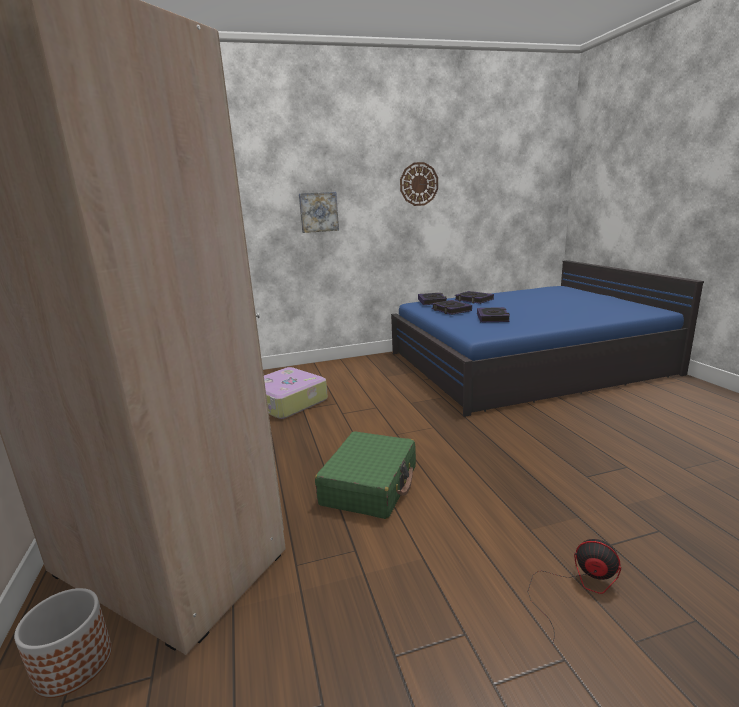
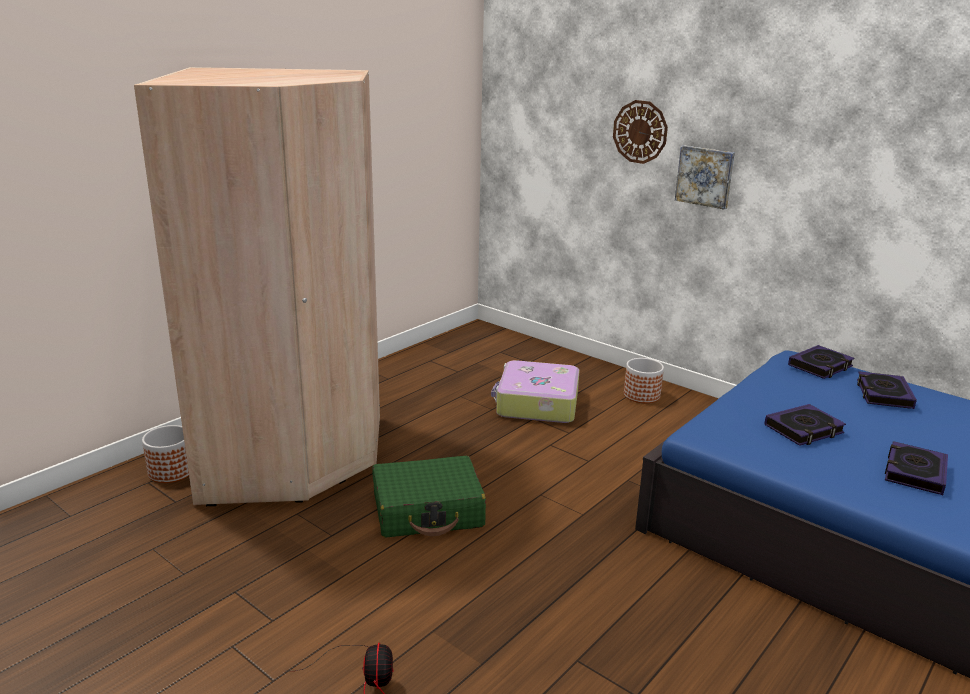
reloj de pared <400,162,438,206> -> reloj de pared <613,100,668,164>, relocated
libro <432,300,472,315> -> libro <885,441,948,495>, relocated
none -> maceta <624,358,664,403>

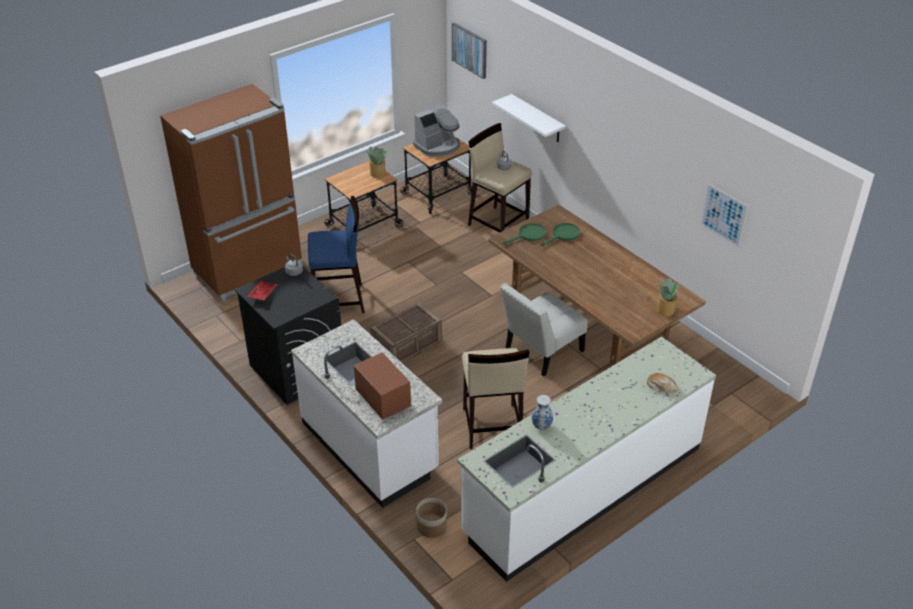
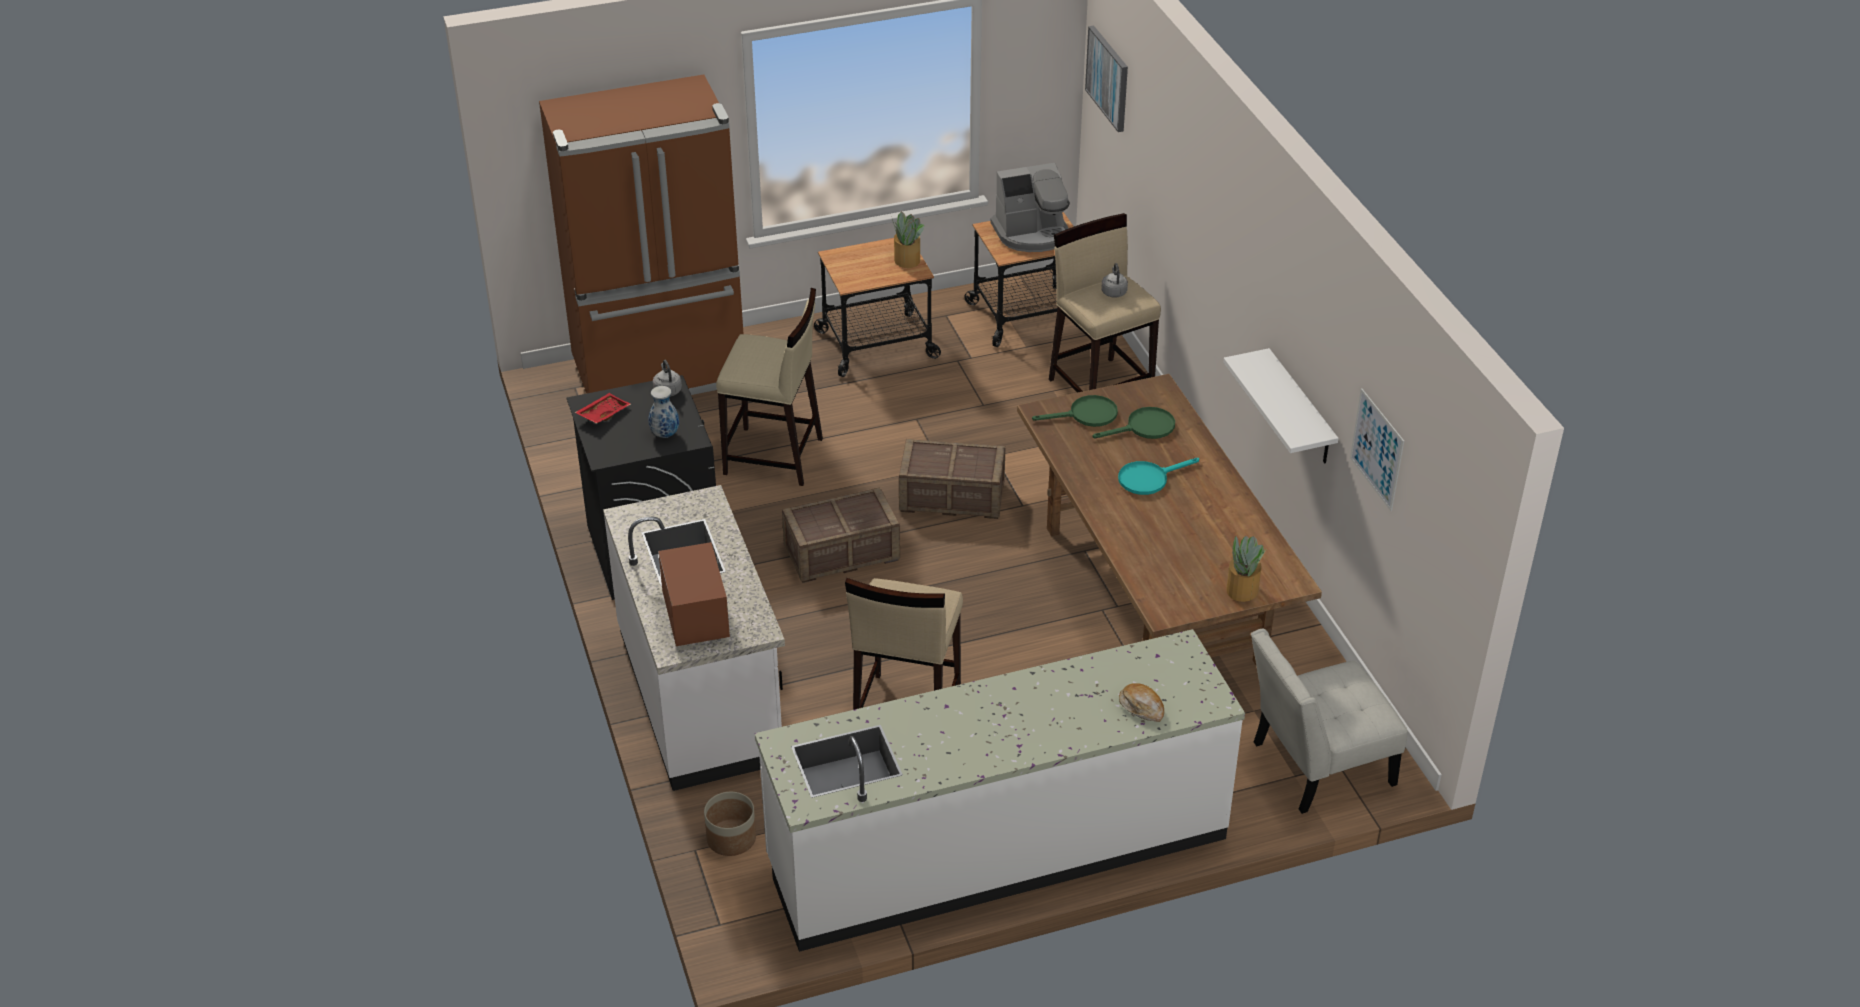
estante (blanco) <492,94,566,142> -> estante (blanco) <1223,348,1339,463>, relocated
taburete (azul) <308,196,365,313> -> taburete (beis) <716,288,823,486>
silla (blanco) <500,283,588,377> -> silla (blanco) <1251,629,1408,814>, relocated
florero <532,395,553,430> -> florero <648,386,679,438>, relocated
none -> caja de embalaje <899,439,1005,519>
none -> sartén (turquesa) <1118,458,1199,495>

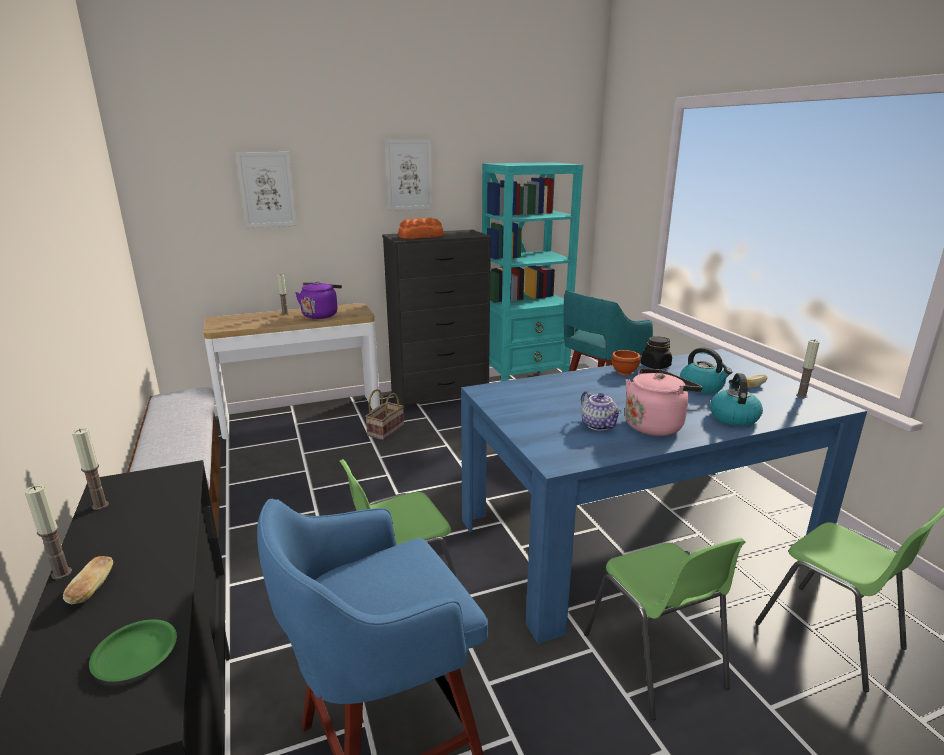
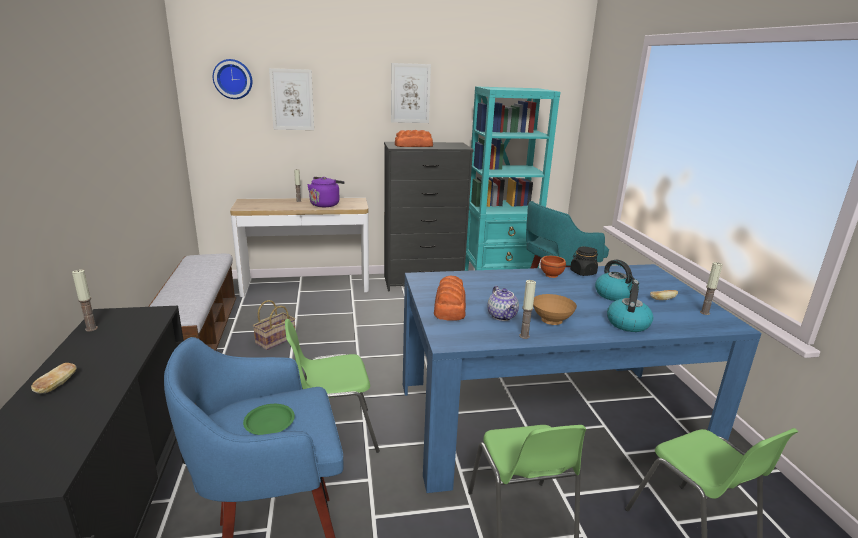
hervidor (rosa) <625,368,702,436> -> cuenco (marrón) <533,294,577,325>
cesta <365,389,404,440> -> cesta <253,300,295,350>, relocated
vela <25,485,72,579> -> vela <519,280,536,339>, relocated
plato (verde) <89,619,177,682> -> plato (verde) <243,404,295,435>, relocated
none -> reloj de pared <213,59,252,99>
none -> pan <434,275,466,320>

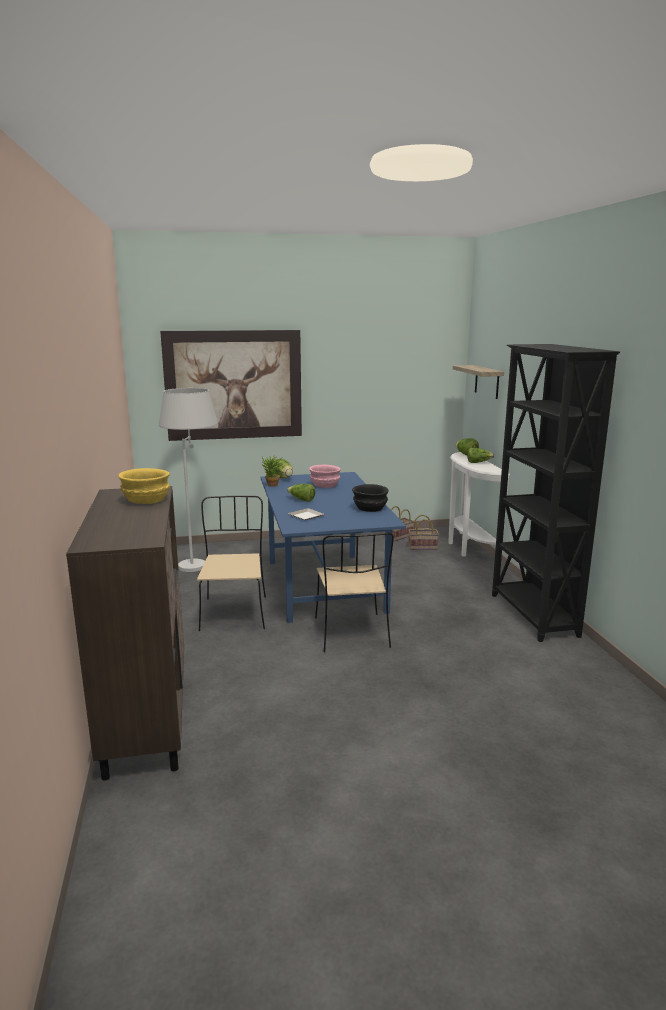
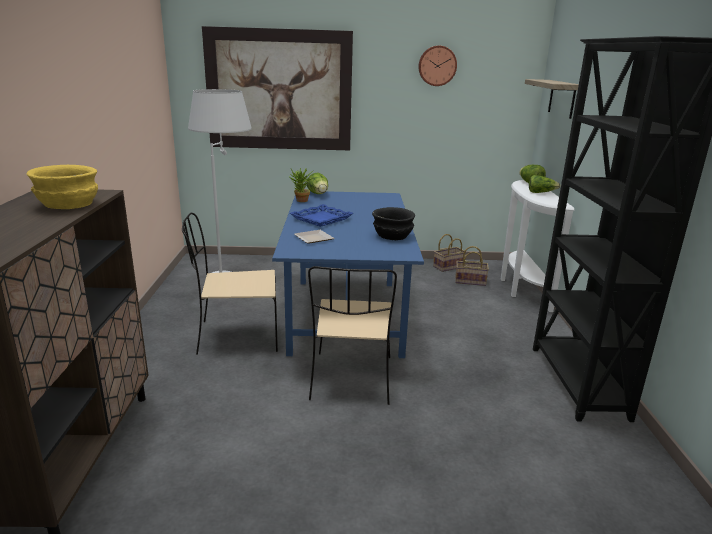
cuenco (rosa) <309,465,341,488> -> none
lechuga <287,484,315,502> -> bandeja (azul) <290,204,353,227>
silla (beis) <197,496,266,631> -> silla (beis) <182,213,278,355>, 105 degrees counterclockwise
none -> reloj de pared <418,46,457,86>

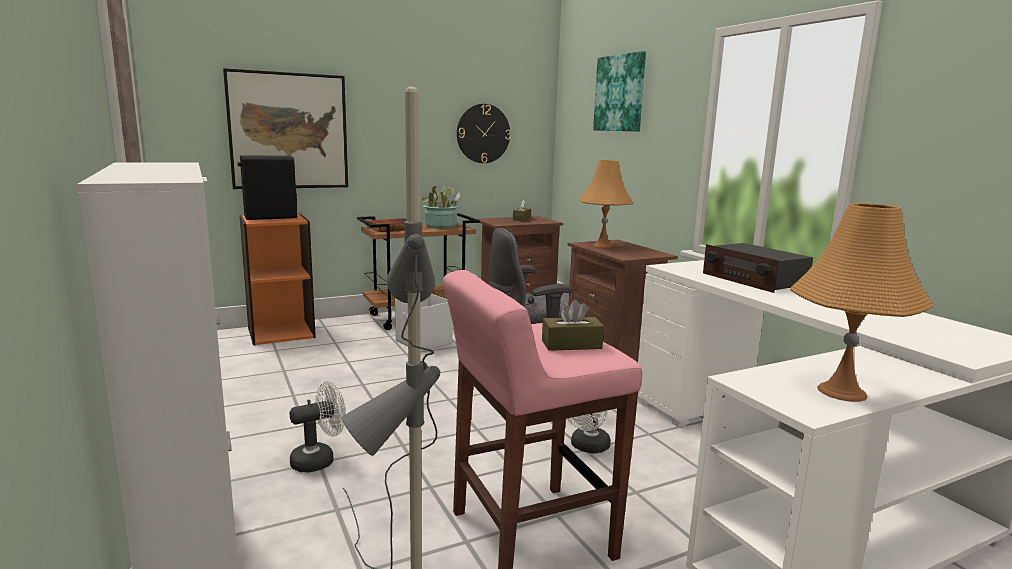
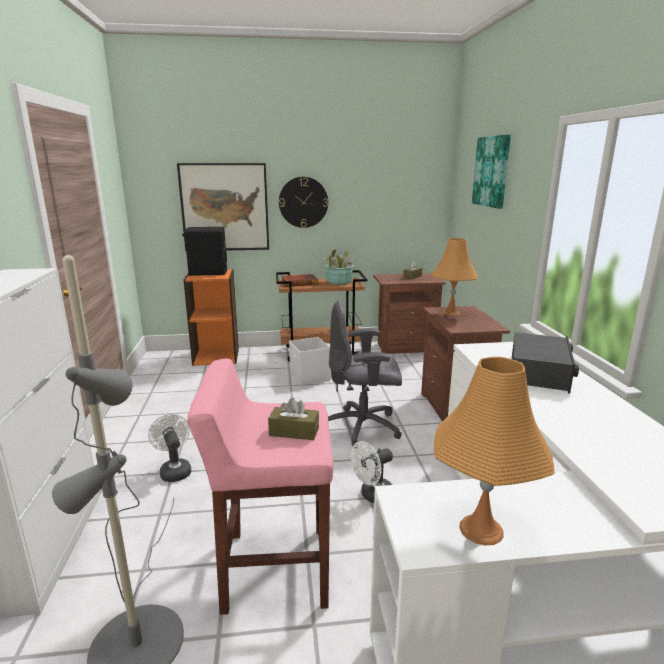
reloj de pared <457,104,511,163> -> reloj de pared <279,177,328,228>, relocated
radio <703,243,813,293> -> radio <512,332,579,394>, 150 degrees counterclockwise
ventilador (blanco) <290,381,346,472> -> ventilador (blanco) <148,414,191,482>, 105 degrees counterclockwise

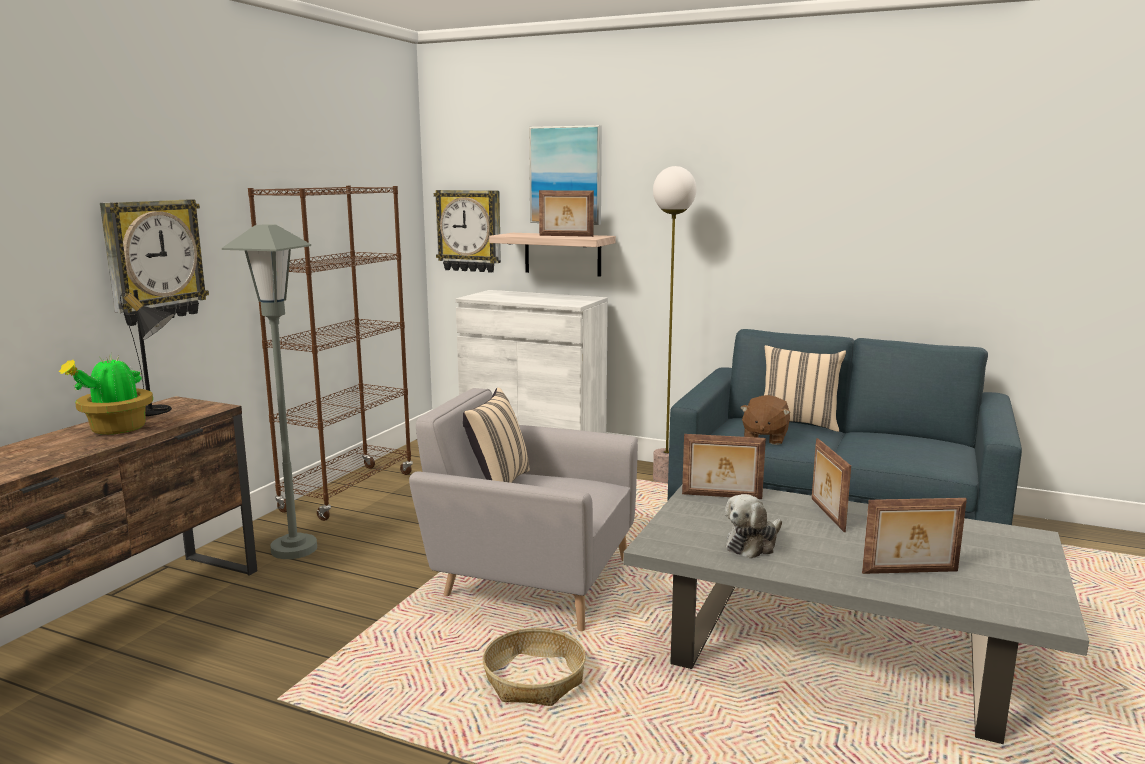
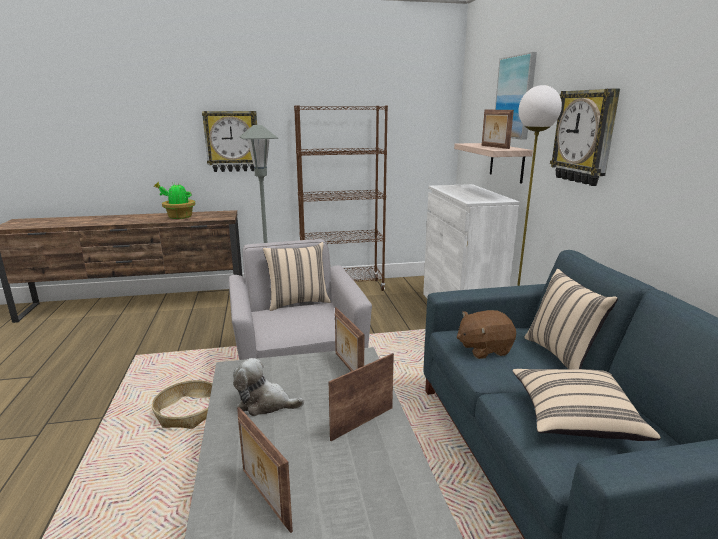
reloj de pared <434,190,501,273> -> reloj de pared <550,88,620,186>, relocated
lámpara de mesa (negro) <120,290,174,416> -> none
none -> cojín (beis) <512,369,661,441>

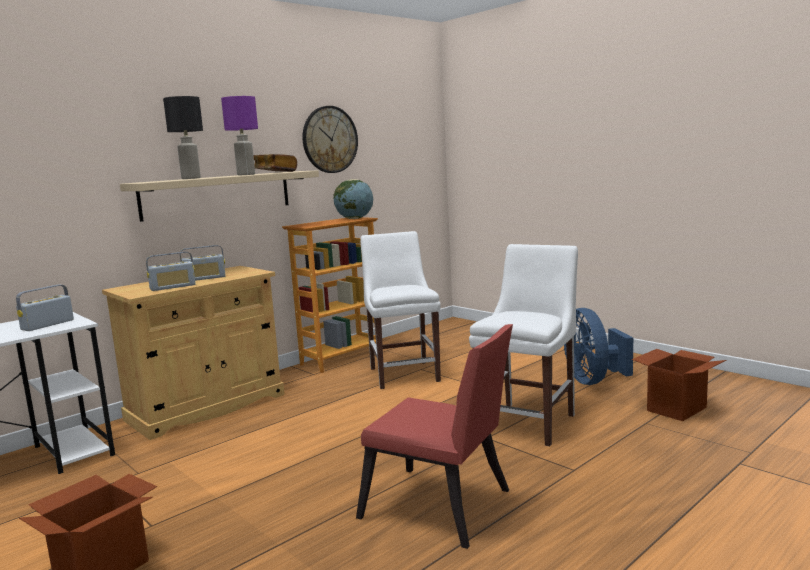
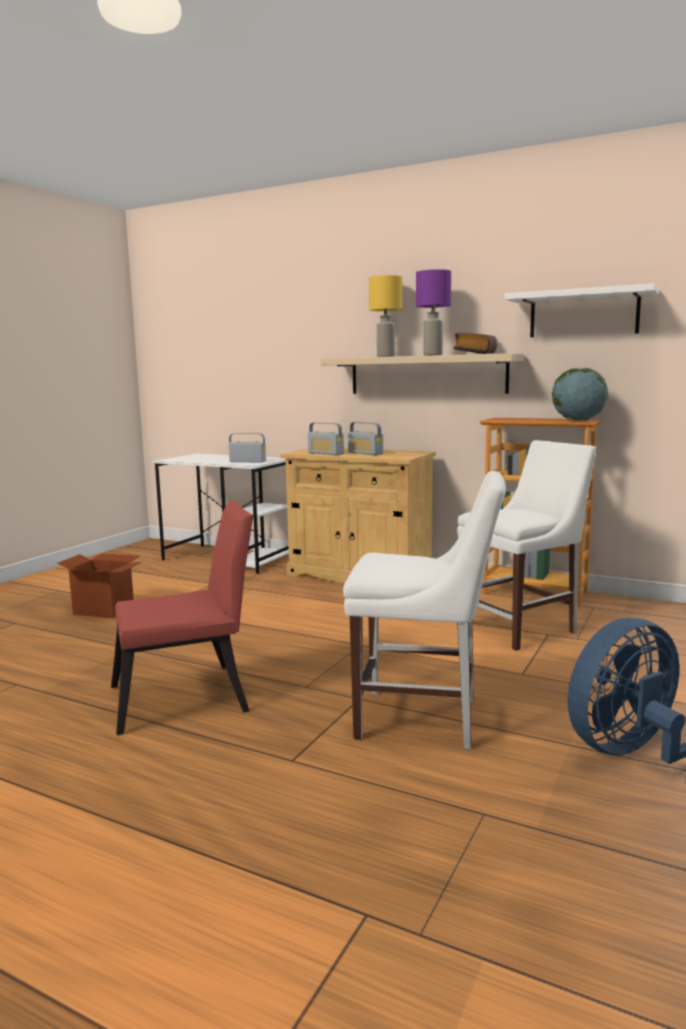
lámpara de mesa (negro) <163,96,203,179> -> lámpara de mesa (amarillo) <369,275,402,357>
reloj de pared <303,106,358,173> -> estante (blanco) <505,283,659,337>
silla (rojo) <356,324,513,549> -> silla (rojo) <111,501,253,735>, 120 degrees counterclockwise
caja de cartón <632,349,726,421> -> none

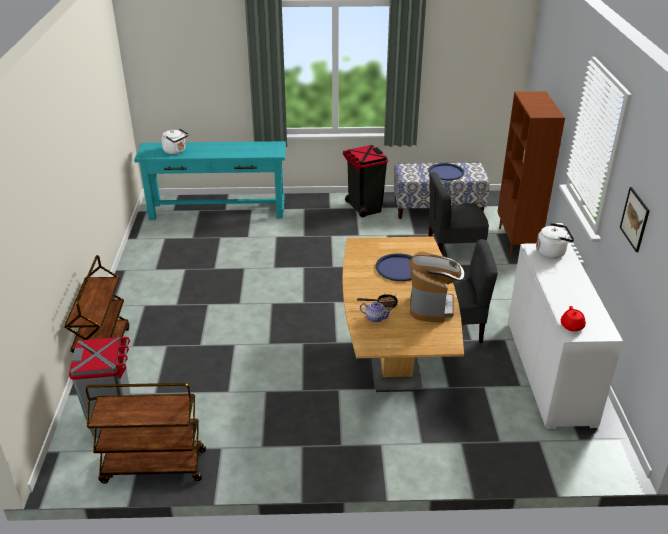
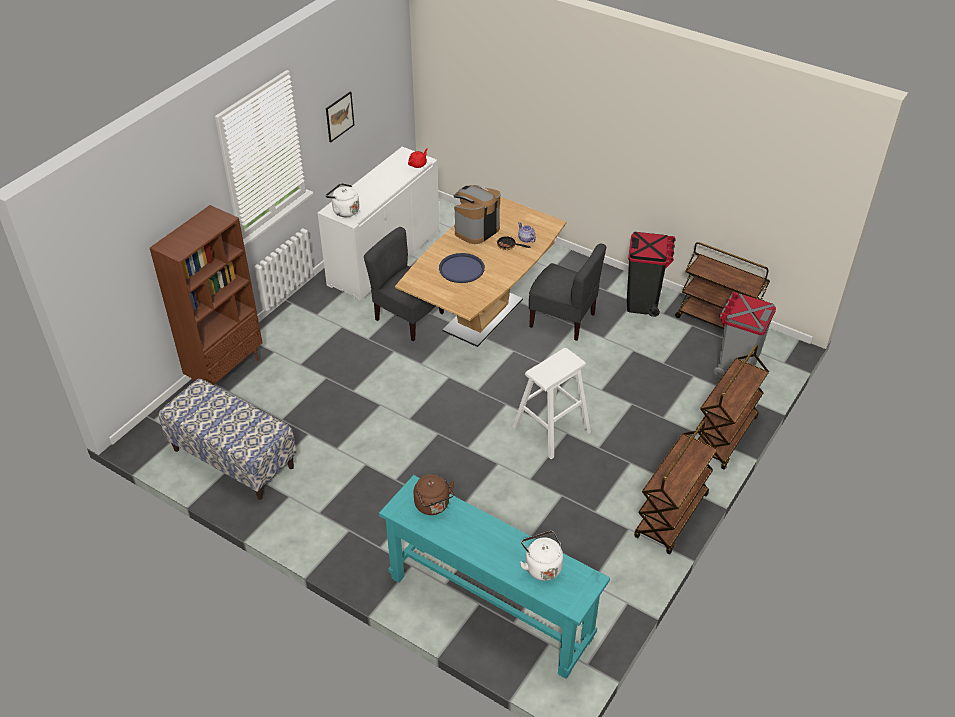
papelera (negro) <342,145,388,217> -> papelera (negro) <627,232,675,317>, relocated
bandeja (azul) <428,163,465,180> -> none
silla (gris) <428,172,489,254> -> silla (gris) <529,243,606,341>, relocated
none -> taburete (blanco) <512,348,591,459>
none -> carrito (marrón) <634,421,718,554>
none -> hervidor (marrón) <414,474,455,515>

